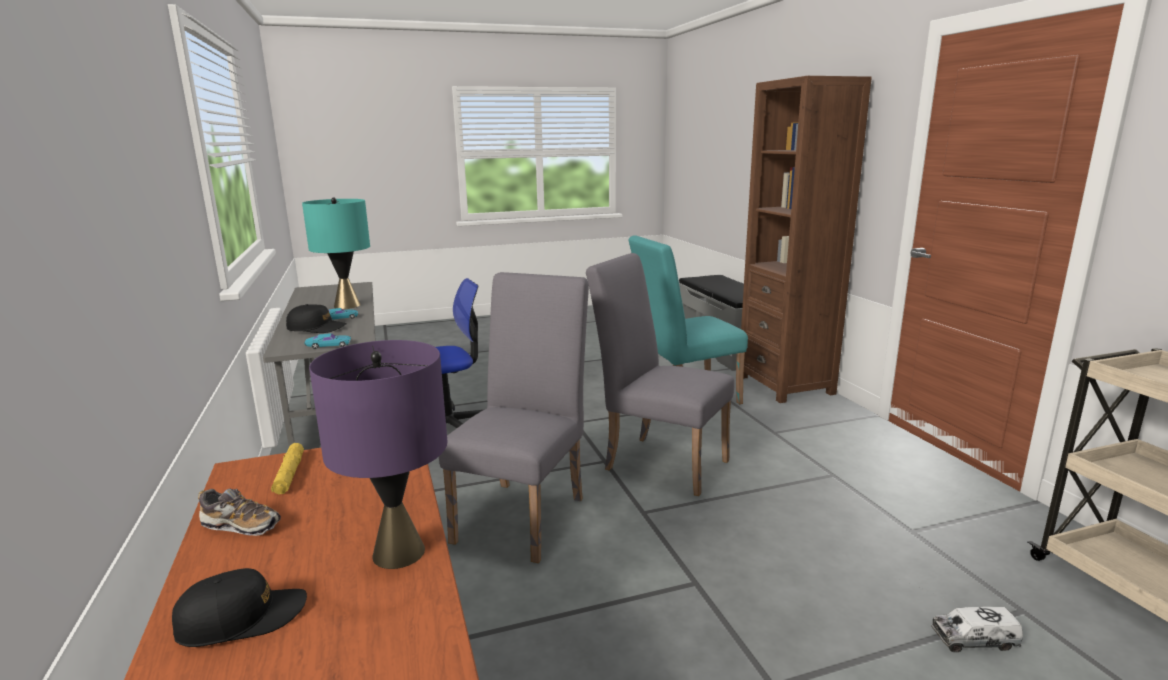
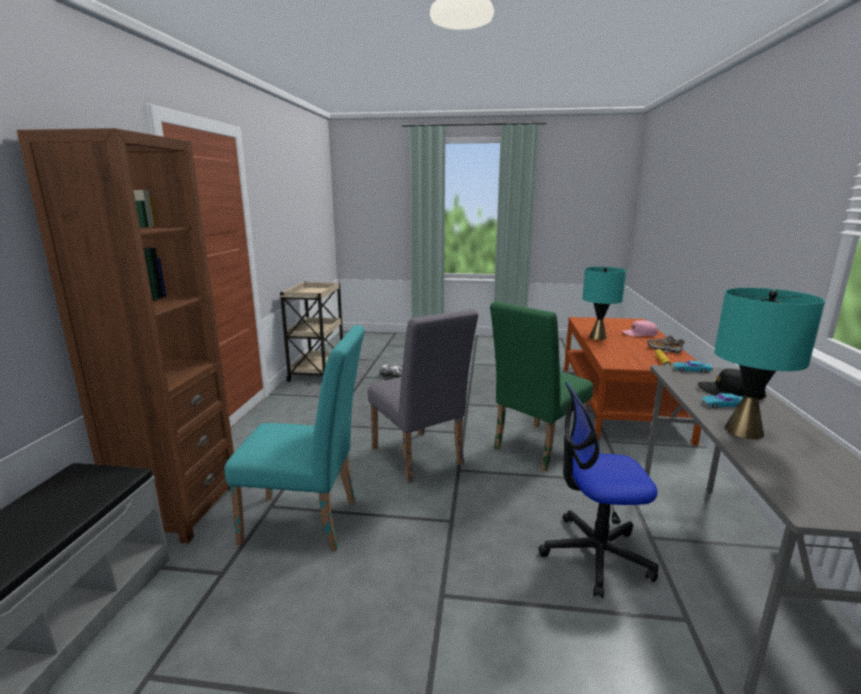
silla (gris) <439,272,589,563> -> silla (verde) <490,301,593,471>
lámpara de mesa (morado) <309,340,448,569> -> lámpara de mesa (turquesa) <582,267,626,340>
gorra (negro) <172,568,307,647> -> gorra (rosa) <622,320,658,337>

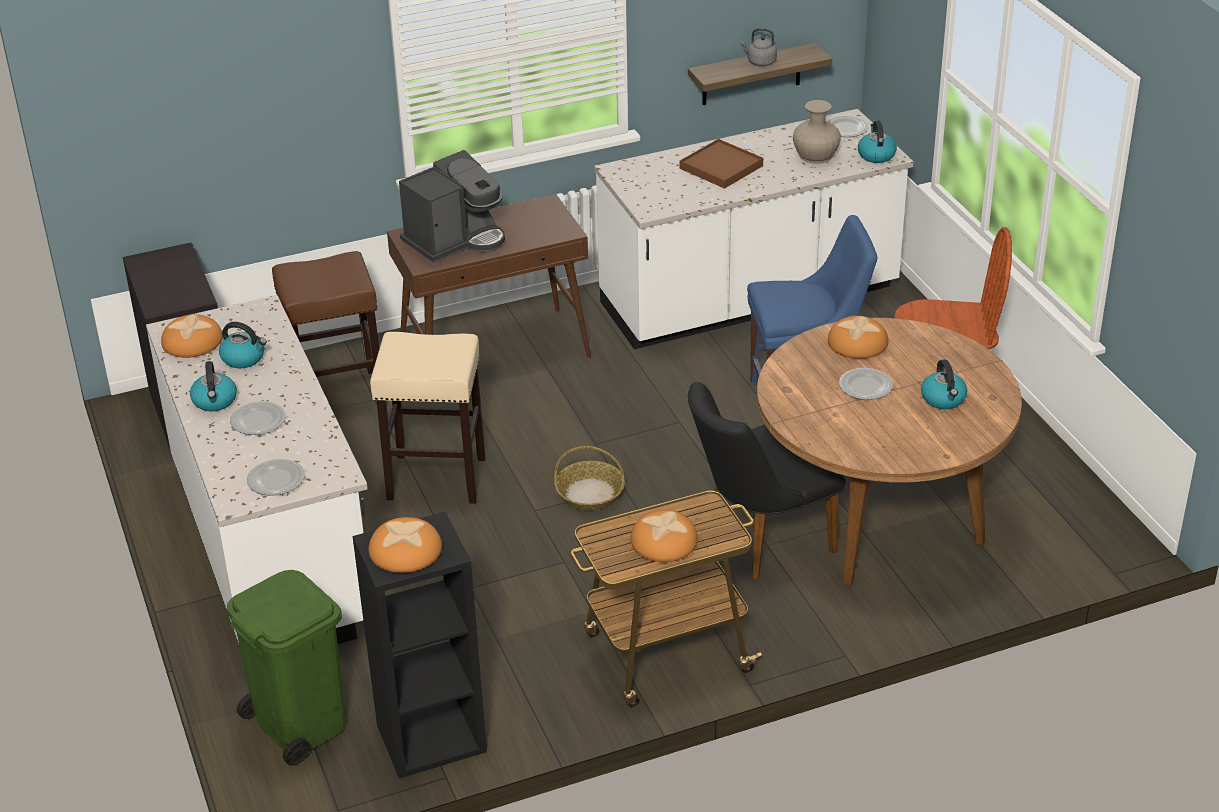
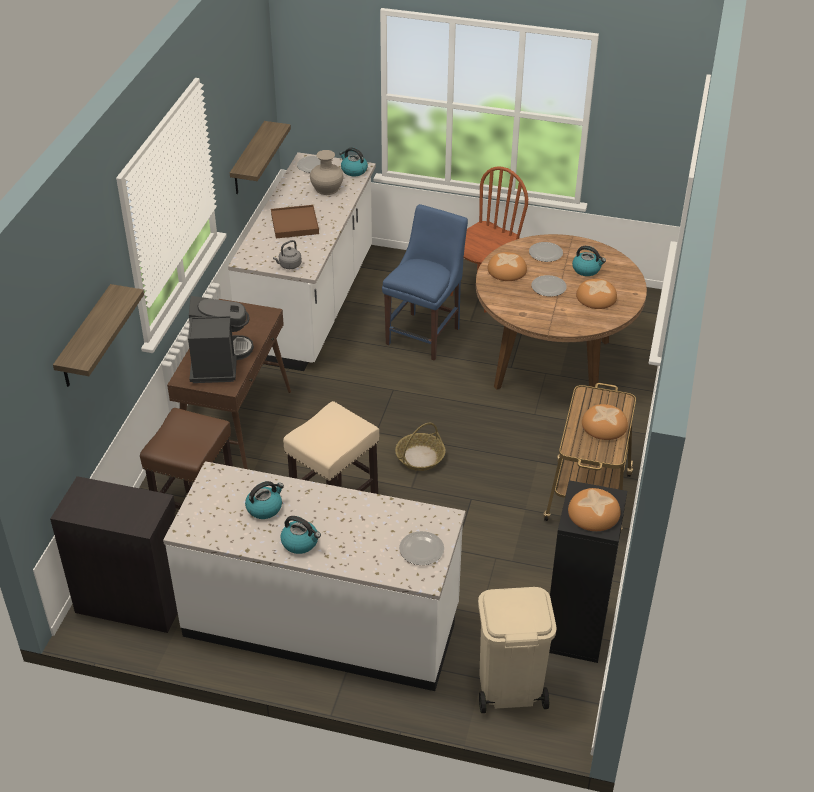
hervidor (gris) <741,28,777,66> -> hervidor (gris) <273,240,302,269>, relocated
pan <161,314,223,358> -> pan <576,279,617,309>, relocated
silla (negro) <688,382,846,580> -> none
plato <230,401,286,435> -> plato <529,242,563,262>, relocated
papelera (verde) <227,570,346,766> -> papelera (beis) <478,587,557,713>
none -> estante <53,284,144,387>

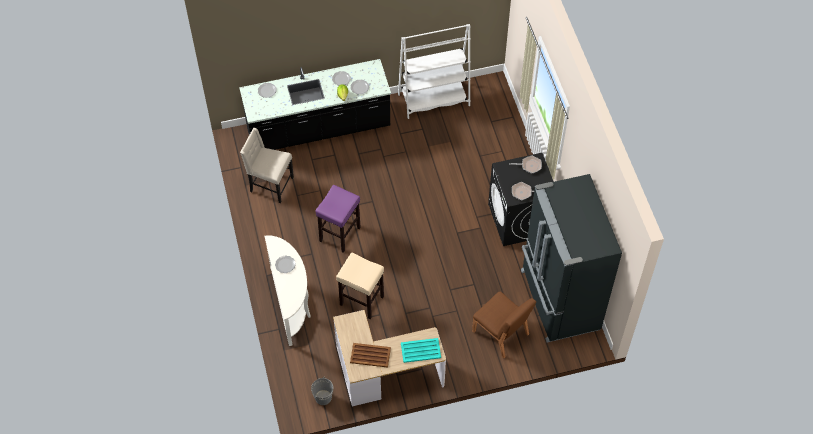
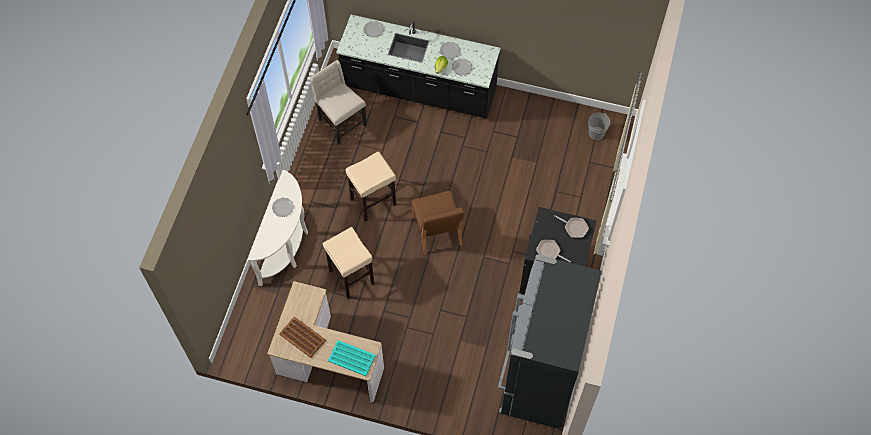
estantería (blanco) <398,24,471,119> -> none
taburete (morado) <315,185,361,253> -> taburete (beis) <346,152,396,222>
silla (marrón) <472,292,536,358> -> silla (marrón) <412,191,464,255>, relocated
cubo (gris) <311,376,333,405> -> cubo (gris) <588,113,610,140>, relocated

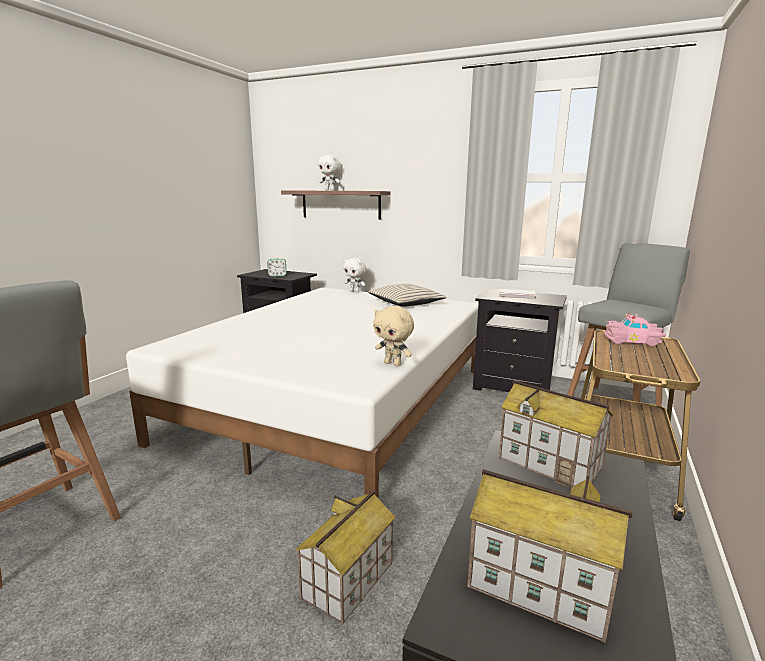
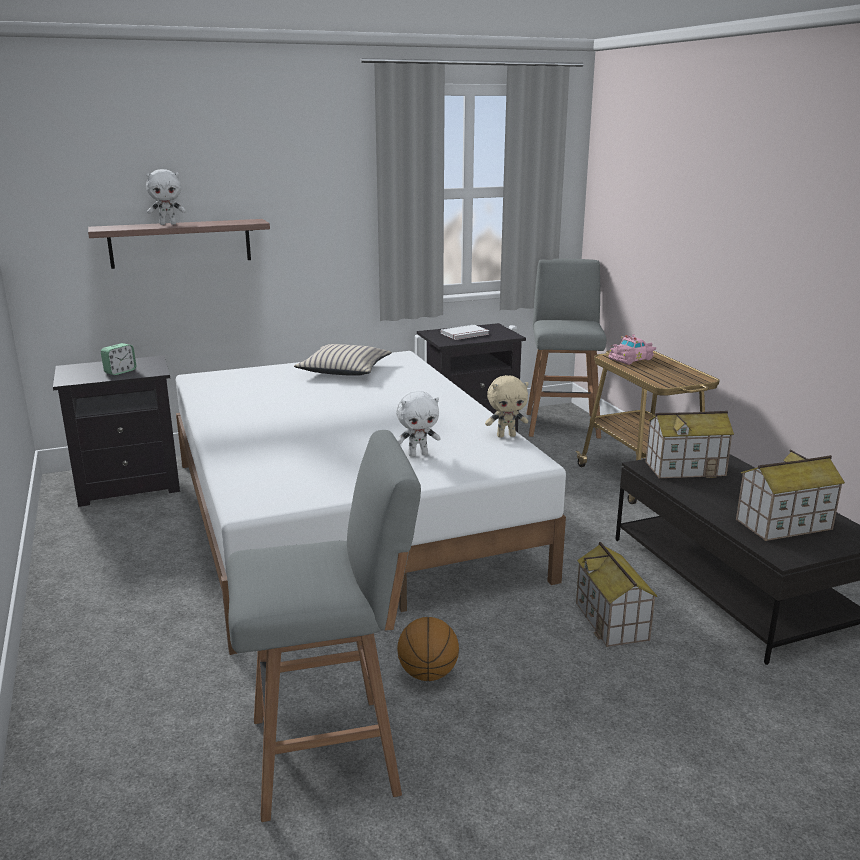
peluche (blanco) <343,258,366,292> -> peluche (blanco) <396,391,441,456>, relocated
none -> balón de baloncesto <397,617,459,681>

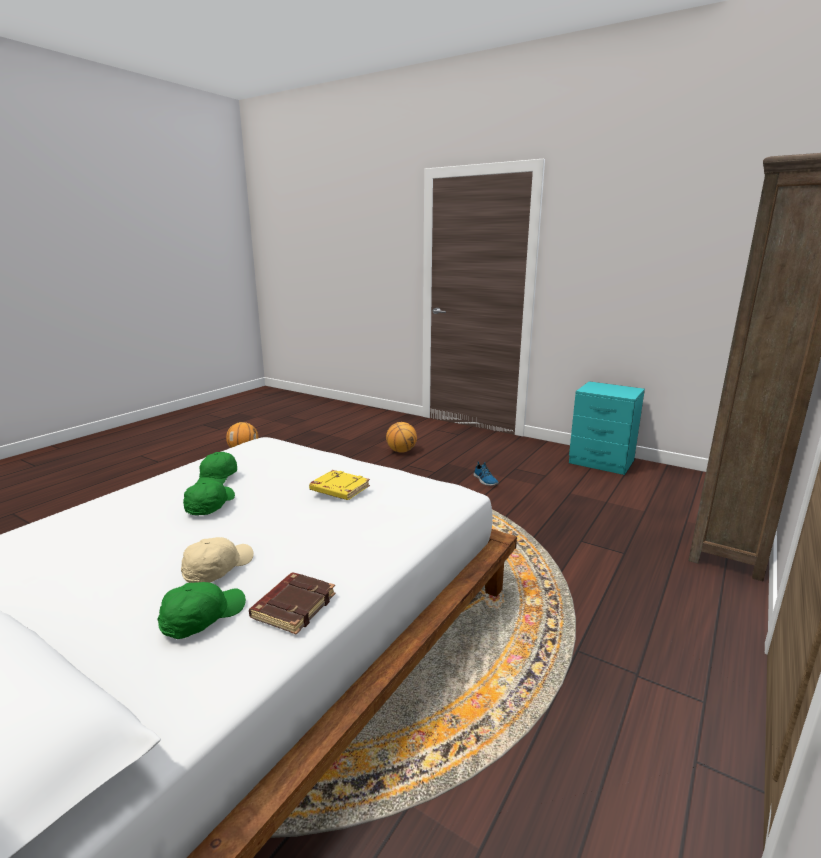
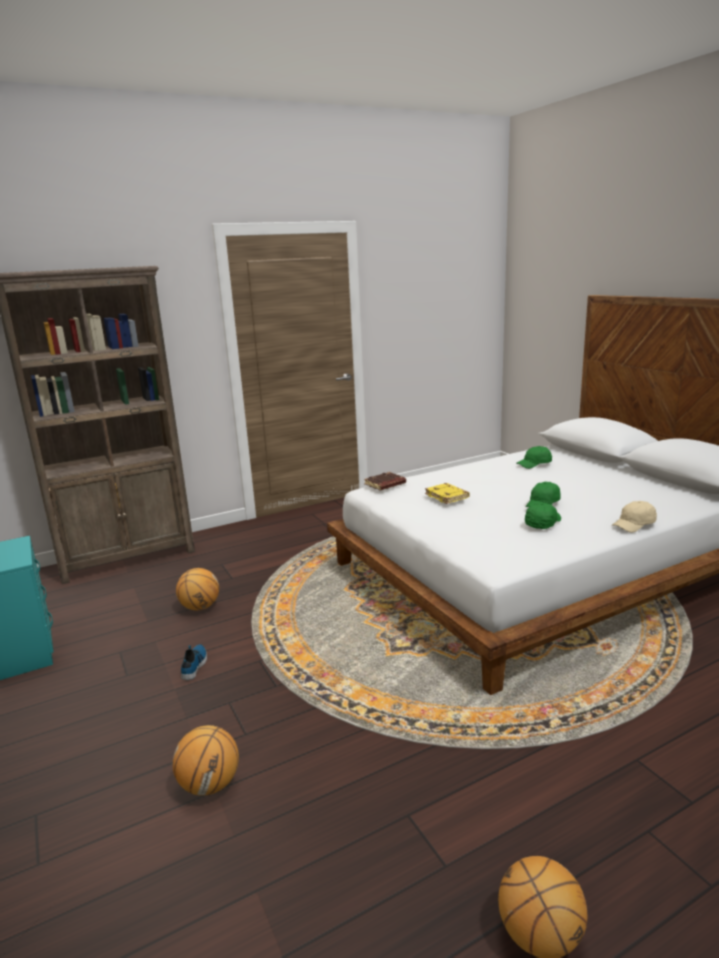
gorra (beis) <181,537,254,583> -> gorra (beis) <612,501,657,532>, relocated
libro (marrón) <249,573,336,634> -> libro (marrón) <364,472,406,490>, relocated
none -> balón de baloncesto <176,568,219,610>

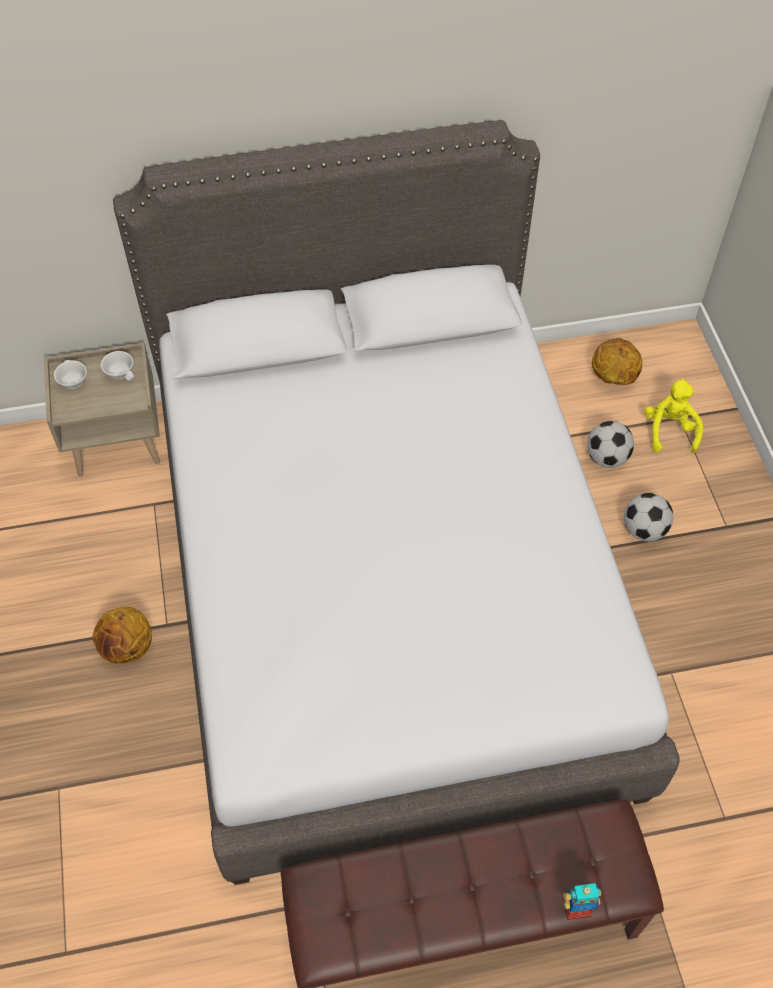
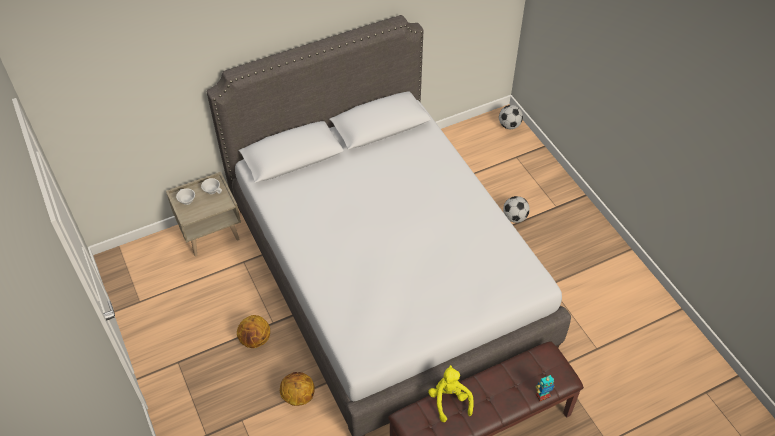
balón de baloncesto <592,338,642,385> -> balón de baloncesto <280,372,315,406>, relocated
peluche (amarillo) <644,378,703,453> -> peluche (amarillo) <428,365,474,422>, relocated
balón de fútbol <587,421,634,468> -> balón de fútbol <499,105,523,129>, relocated

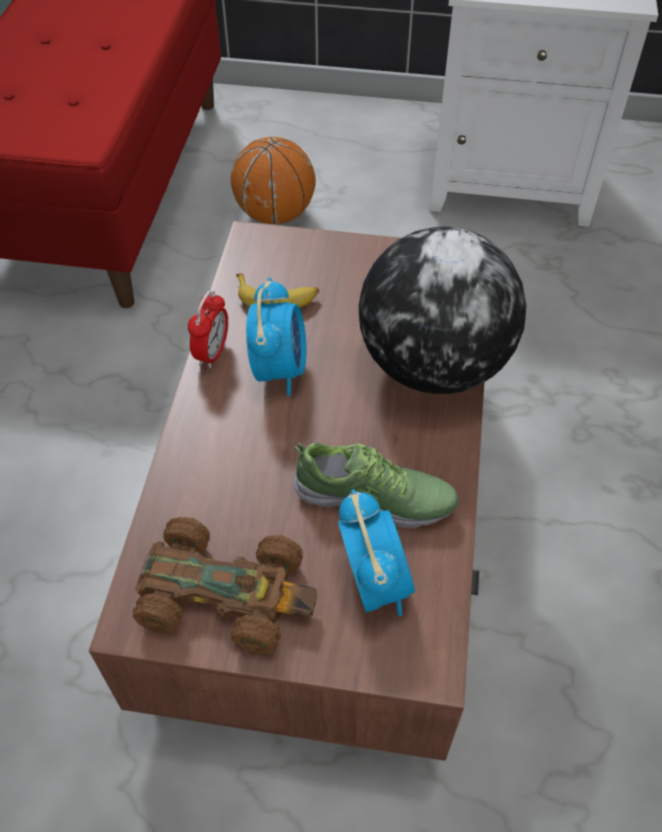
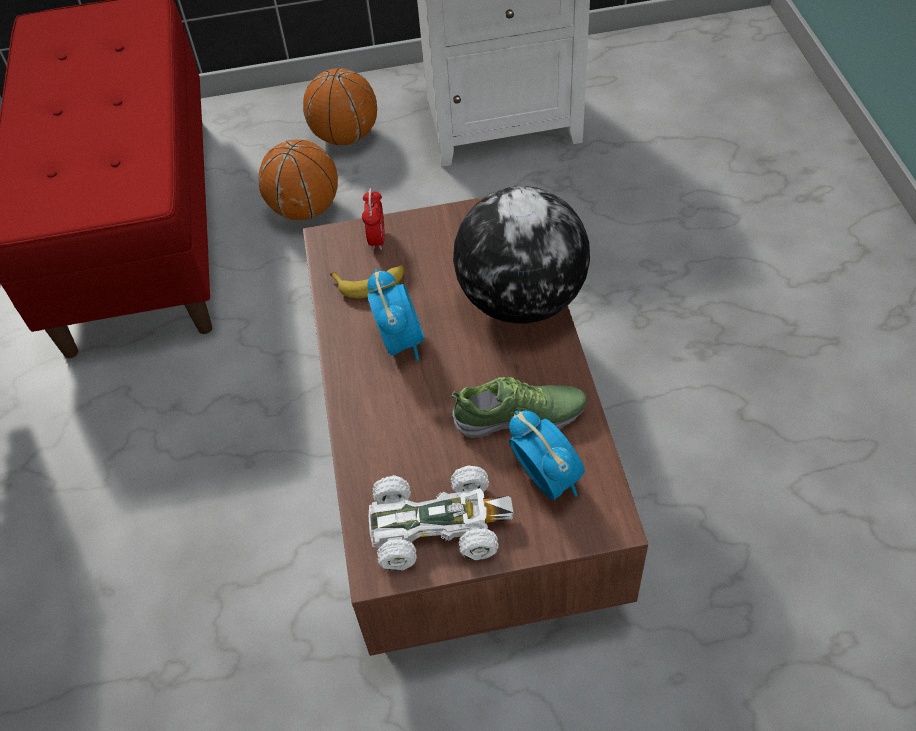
despertador <188,291,228,368> -> despertador <362,188,384,251>, relocated
coche de juguete (marrón) <133,517,317,655> -> coche de juguete (blanco) <369,465,514,571>
none -> balón de baloncesto <303,68,377,145>

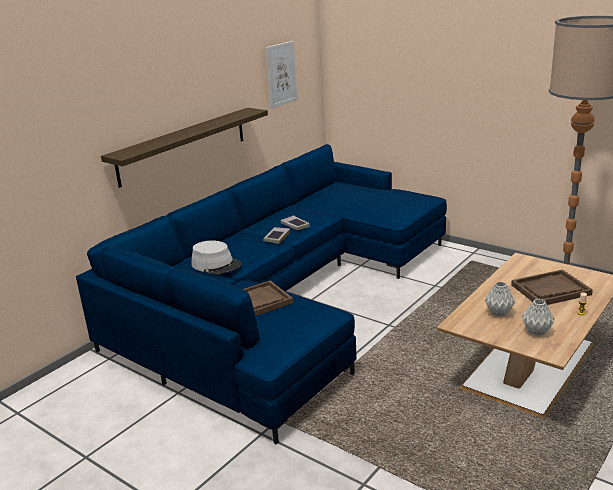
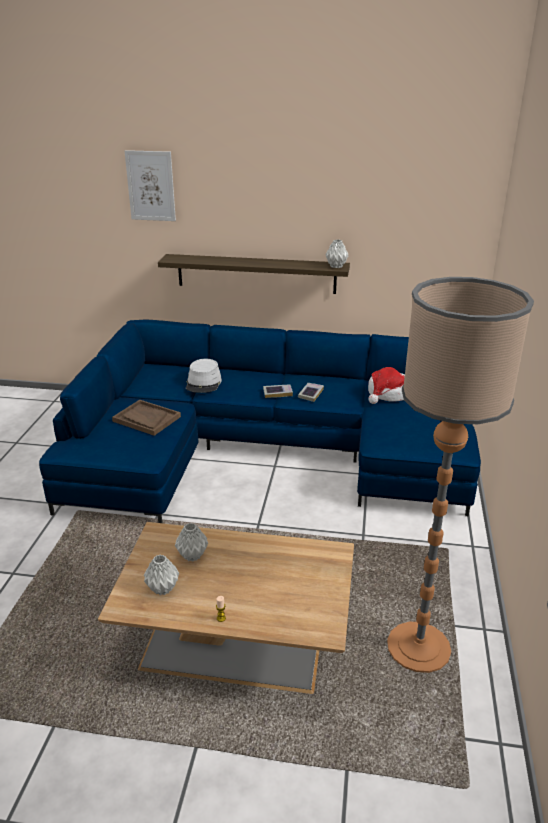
cuadro <266,41,298,109> -> cuadro <125,150,176,221>, relocated
bandeja (marrón) <511,269,593,305> -> none
none -> florero (gris) <325,240,348,268>
none -> sombrero <368,367,405,404>

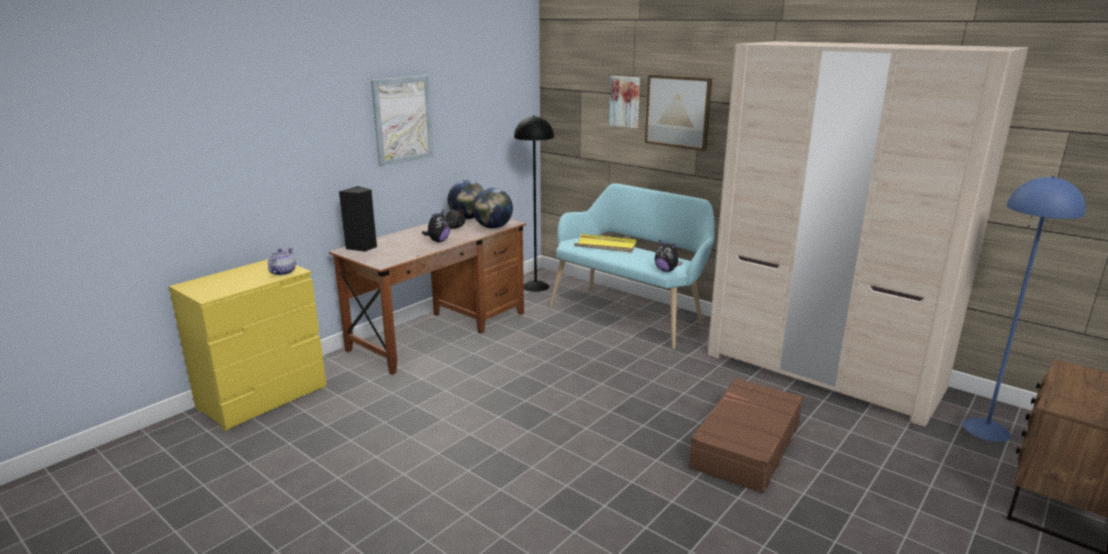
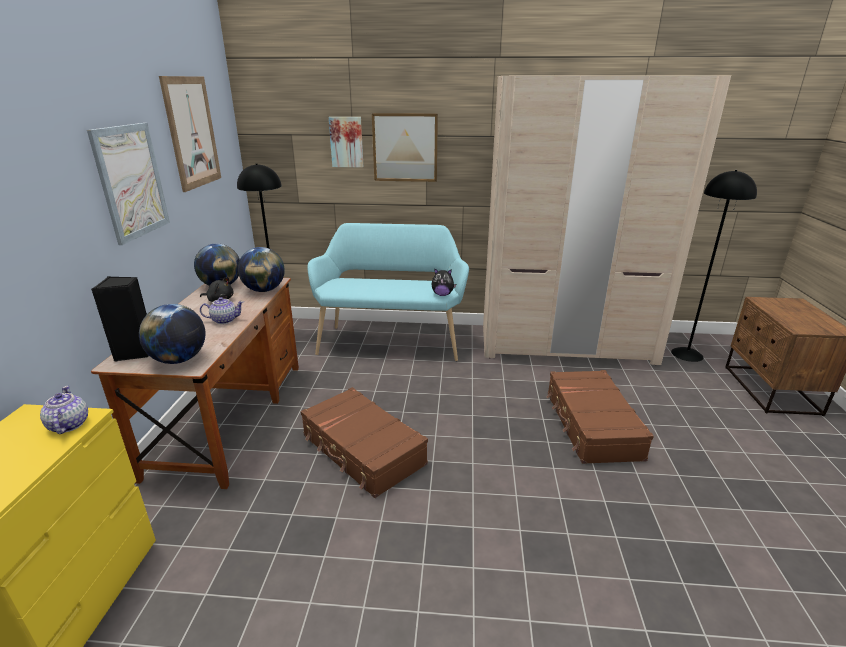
lámpara de pie (azul) <962,176,1086,442> -> lámpara de pie (negro) <671,170,757,362>
peluche <422,209,450,242> -> tetera <200,297,244,324>
bandeja (amarillo) <574,234,637,253> -> none
none -> cuadro <159,76,221,192>
none -> globo terráqueo <139,304,205,364>
none -> maleta (marrón) <301,387,428,498>

